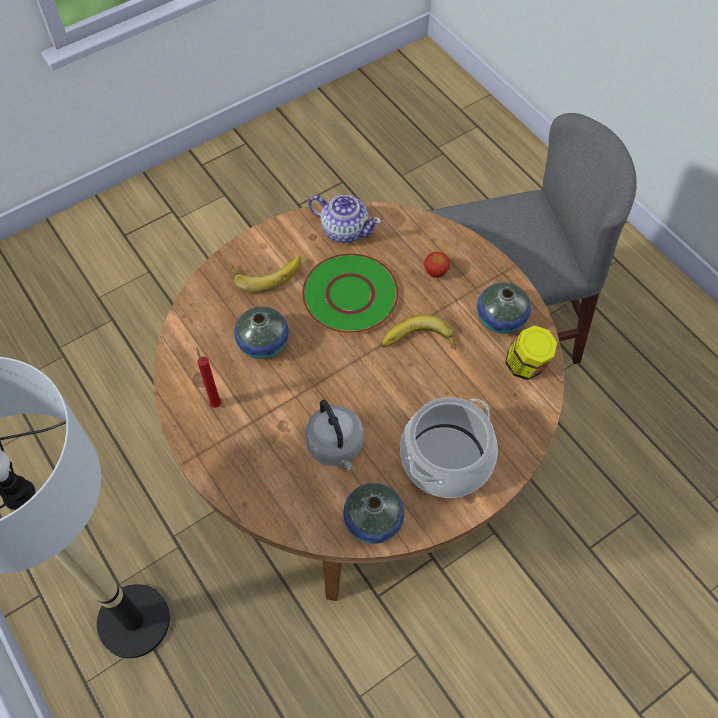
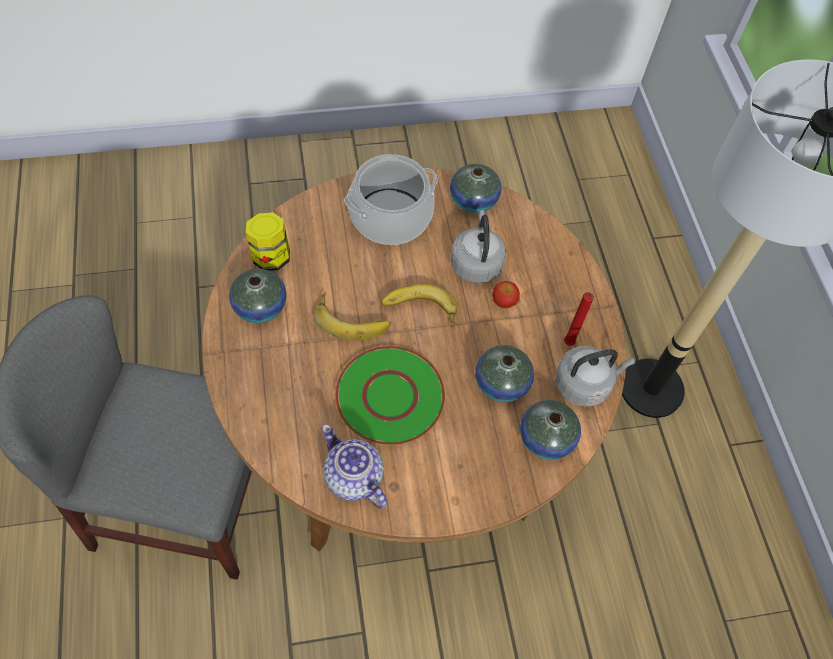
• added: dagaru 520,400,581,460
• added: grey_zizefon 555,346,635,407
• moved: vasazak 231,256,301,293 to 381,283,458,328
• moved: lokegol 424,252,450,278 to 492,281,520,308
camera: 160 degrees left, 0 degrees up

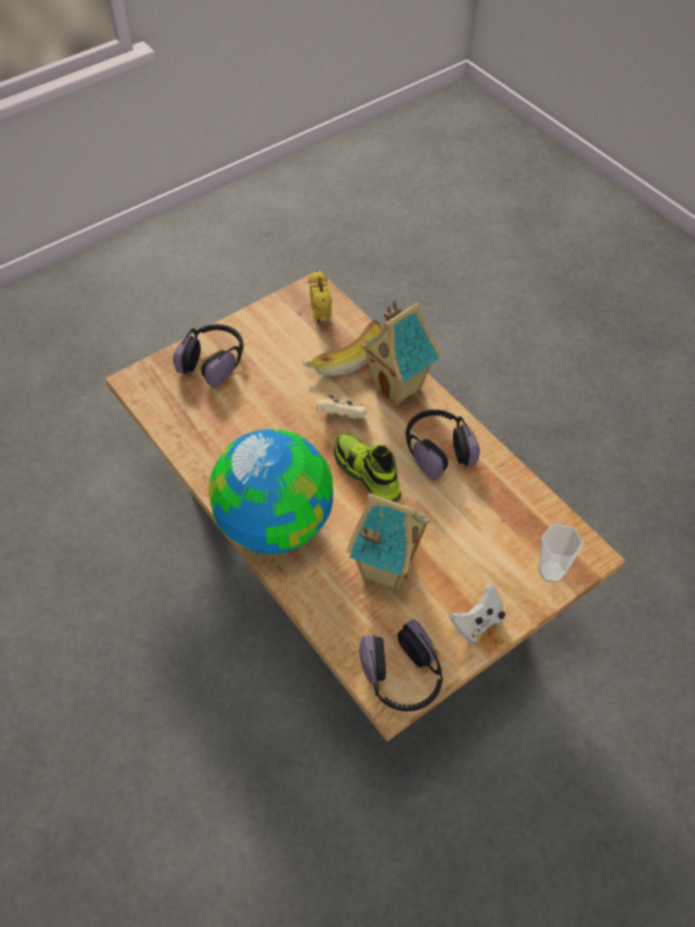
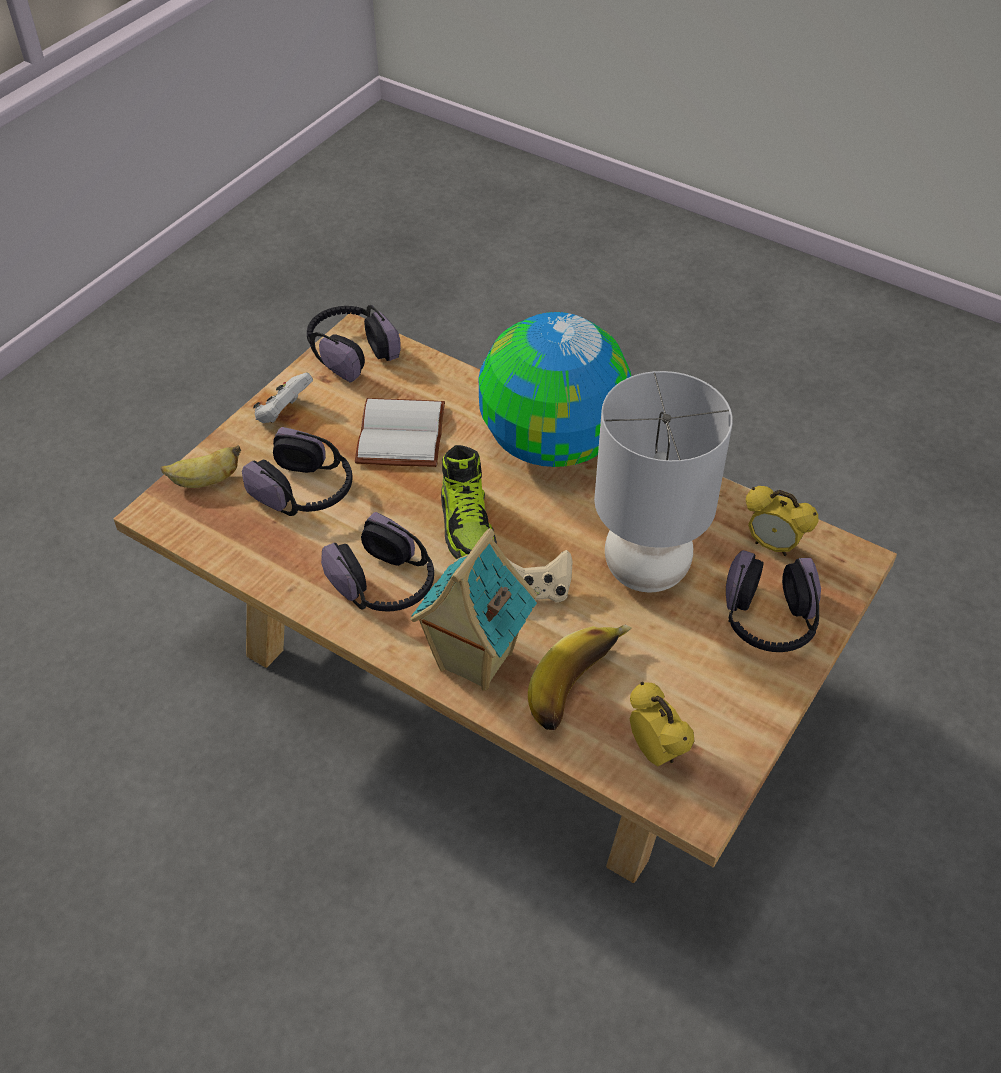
• added: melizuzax 242,427,352,516
• added: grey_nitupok 594,371,733,592
• added: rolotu 746,486,819,556
• replaced: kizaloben 346,493,431,591 to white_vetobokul 355,398,445,467
• replaced: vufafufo 539,524,584,583 to vasazak 161,445,241,488
• turned: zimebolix 334,432,401,503 = 441,445,497,559 45 degrees clockwise
camera: 160 degrees right, 5 degrees down

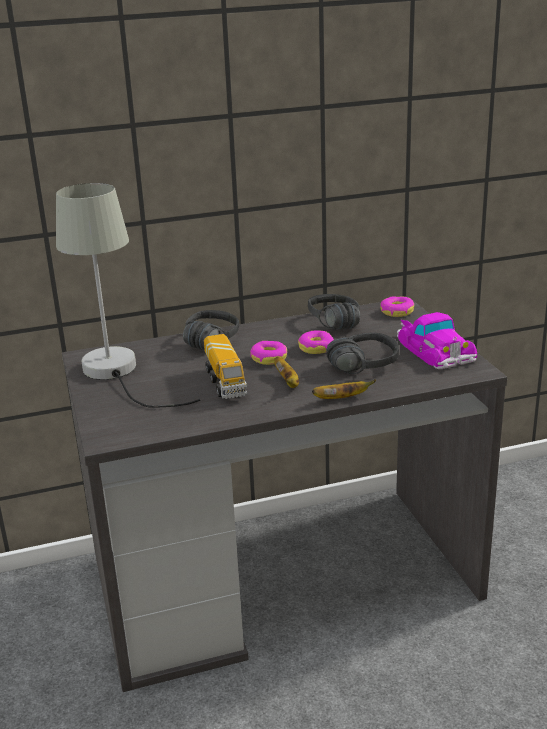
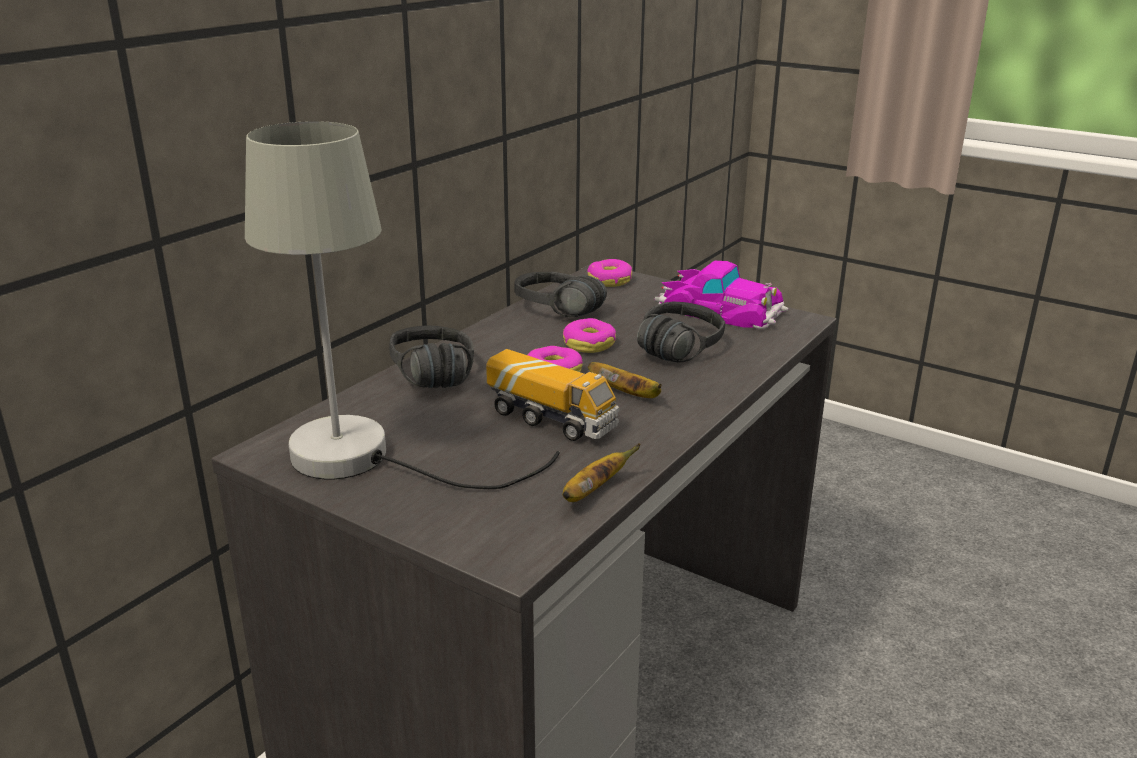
• moved: vasazak 312,379,376,399 to 562,443,641,502
camera: 40 degrees left, 0 degrees up

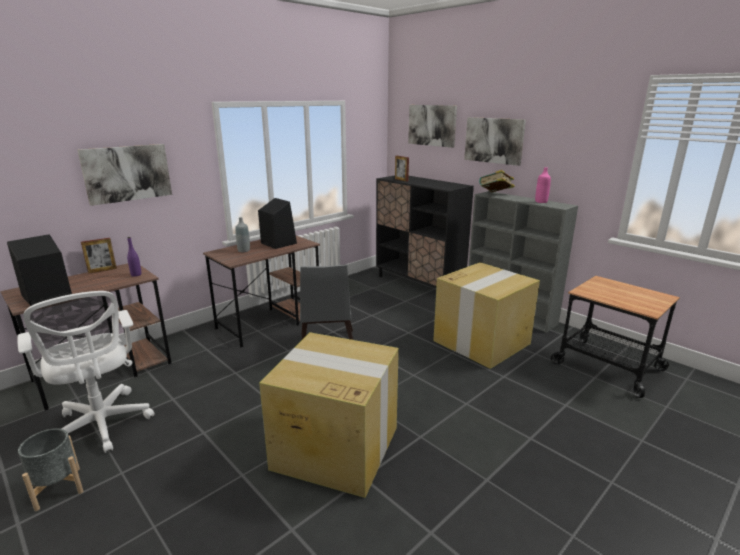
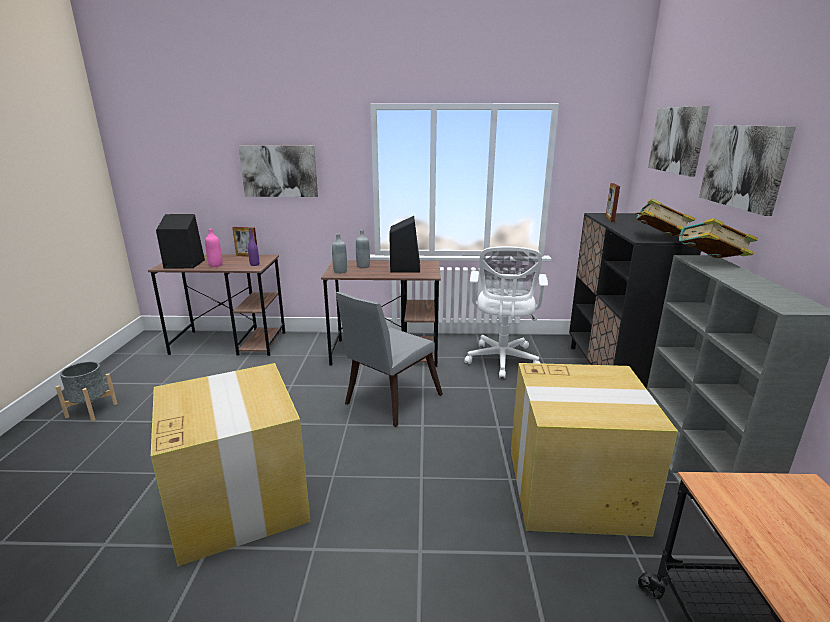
• added: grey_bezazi 332,234,347,274
• added: vetobokul 635,198,695,237
• moved: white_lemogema 18,291,155,453 to 464,246,548,378
• moved: pink_bezazi 535,167,551,203 to 205,229,223,267
camera: 45 degrees right, 0 degrees up

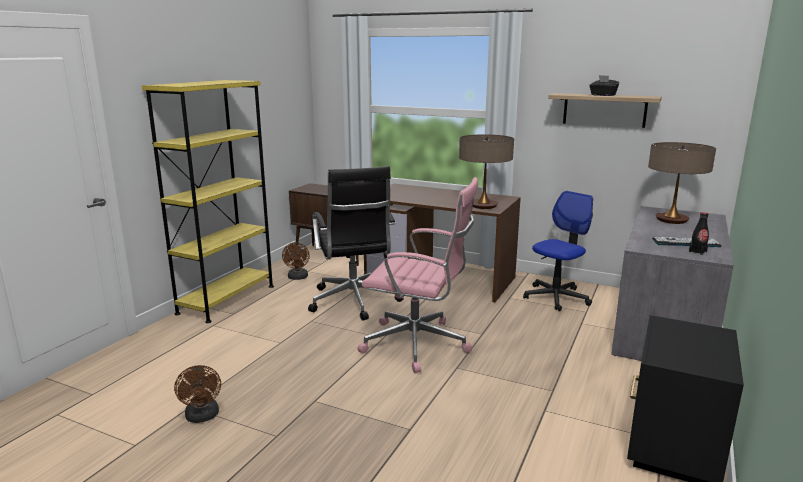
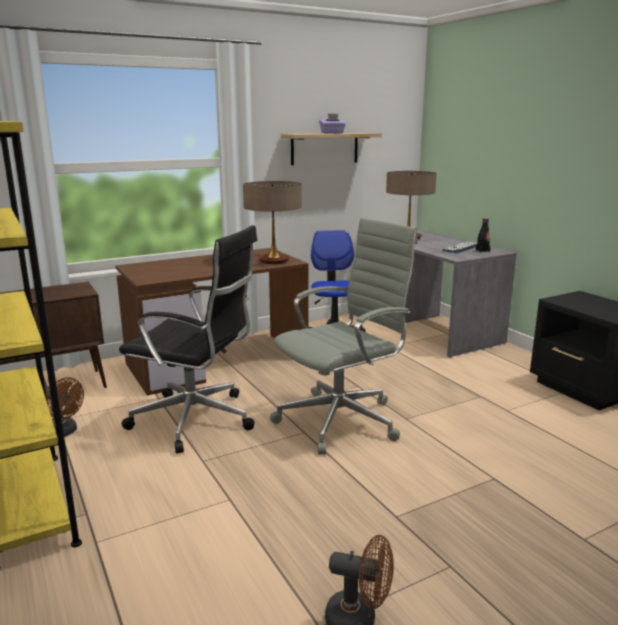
• recoloured: pink_lemogema 357,177,478,373 to grey_lemogema 270,218,418,455
• recoloured: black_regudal 589,75,619,96 to purple_regudal 319,114,346,134
camera: 55 degrees left, 0 degrees up

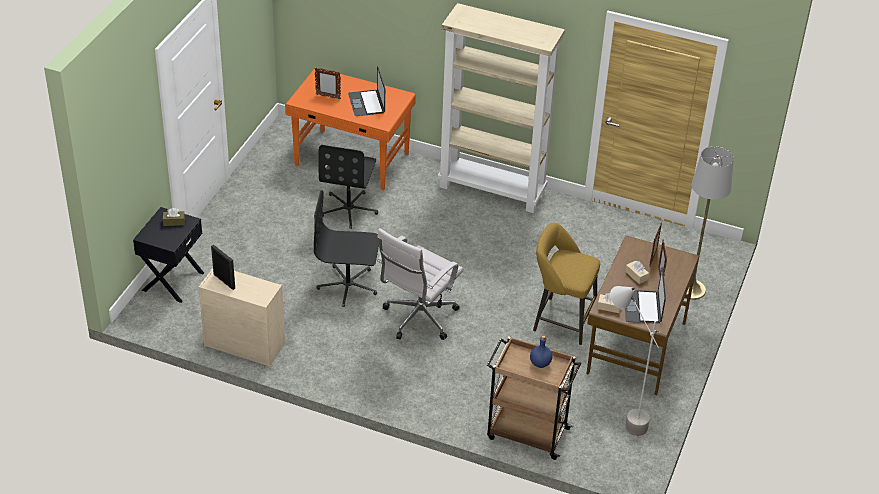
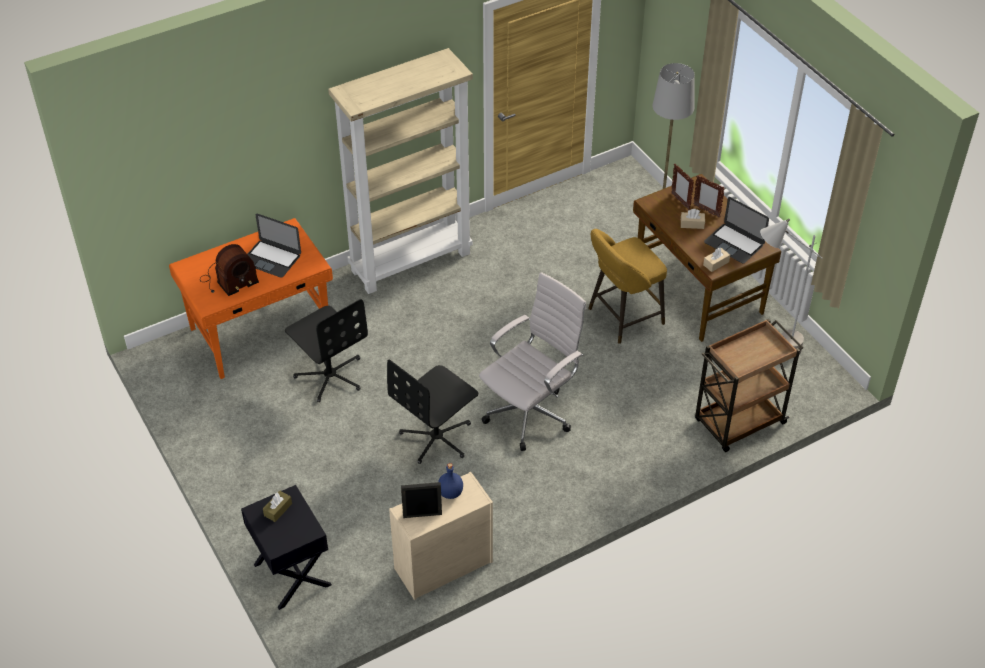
• moved: blue_bezazi 530,335,552,368 to 438,463,463,499
• replaced: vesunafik 315,68,341,100 to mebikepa 200,244,259,296
• turned: white_lemogema 377,228,464,340 = 479,272,586,451 120 degrees counterclockwise
camera: 50 degrees left, 5 degrees up

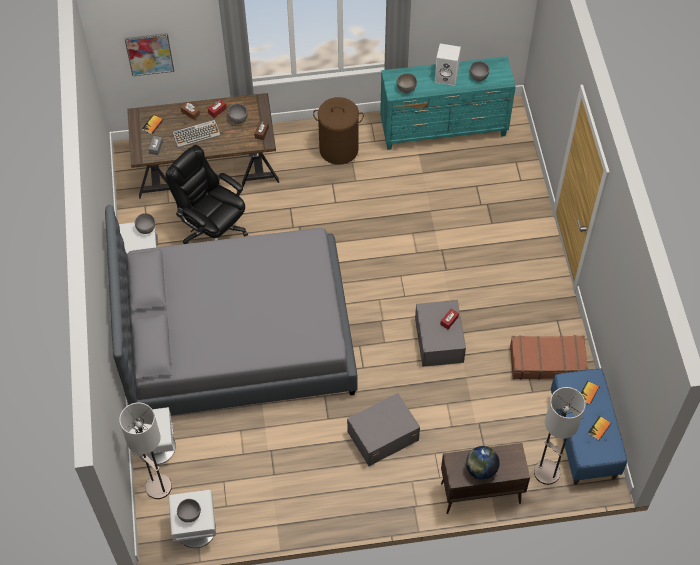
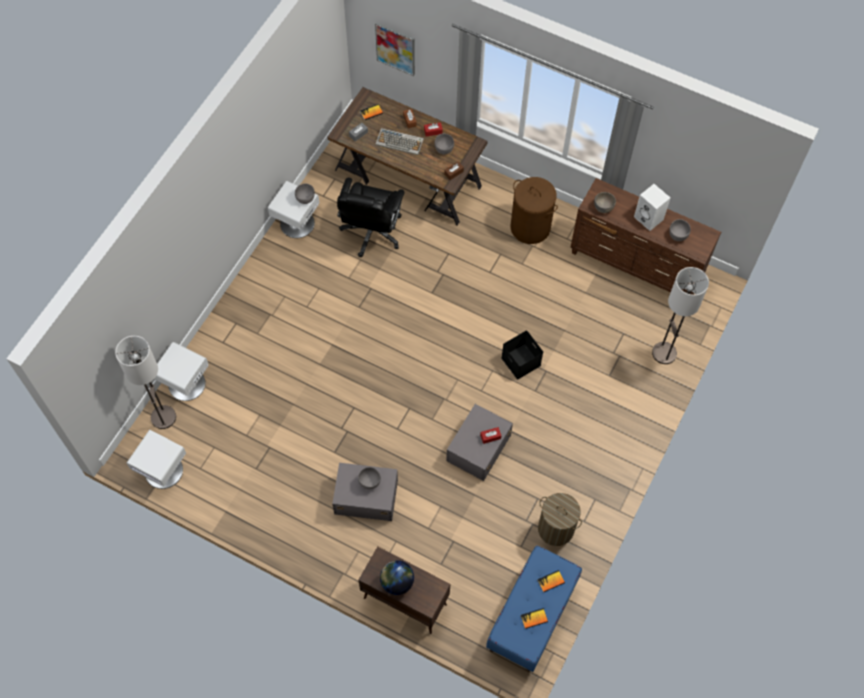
• removed: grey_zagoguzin 105,205,357,415
• added: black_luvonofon 501,331,543,379
• moved: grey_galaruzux 177,499,201,523 to 358,467,381,490
• moved: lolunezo 534,387,586,485 to 652,267,709,364
• replaced: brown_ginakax 510,335,588,380 to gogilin 538,493,582,546
• recoloured: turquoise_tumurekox 380,56,516,150 to brown_tumurekox 570,178,721,295
• turned: black_lemogema 166,145,248,244 = 337,178,405,257 150 degrees counterclockwise
camera: 35 degrees right, 5 degrees up

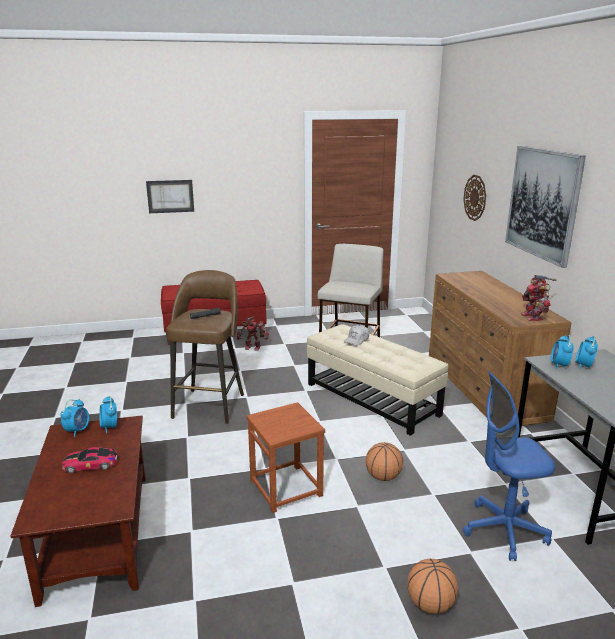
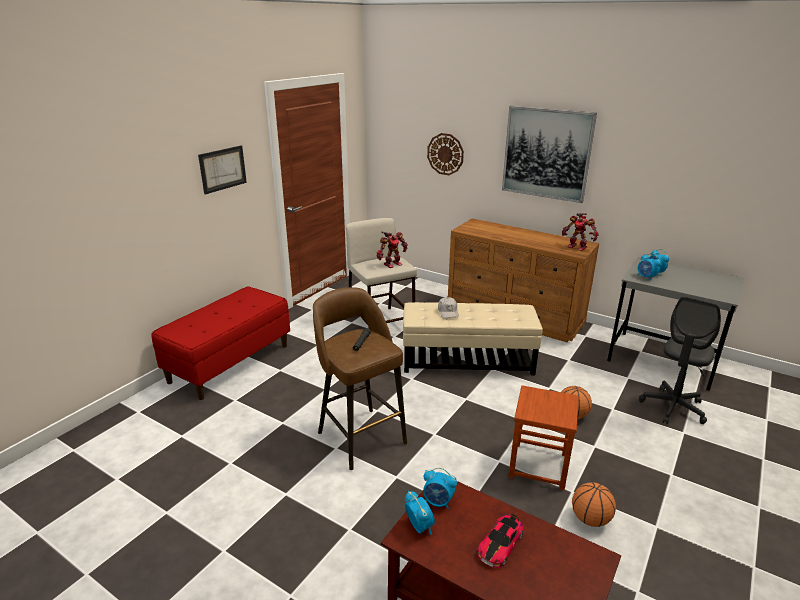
• moved: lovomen 146,180,194,213 to 198,146,247,194
• moved: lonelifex 237,317,269,351 to 376,231,408,268
• moved: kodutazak 407,559,458,614 to 572,482,616,527
• recoloured: blue_lemogema 463,371,555,561 to grey_lemogema 639,296,721,424
camera: 45 degrees left, 5 degrees up

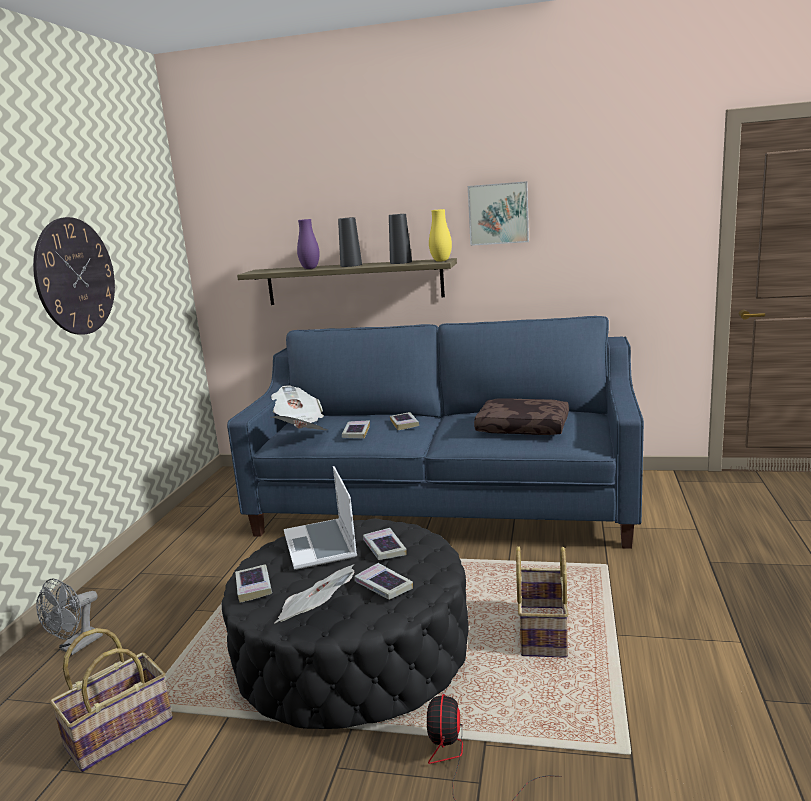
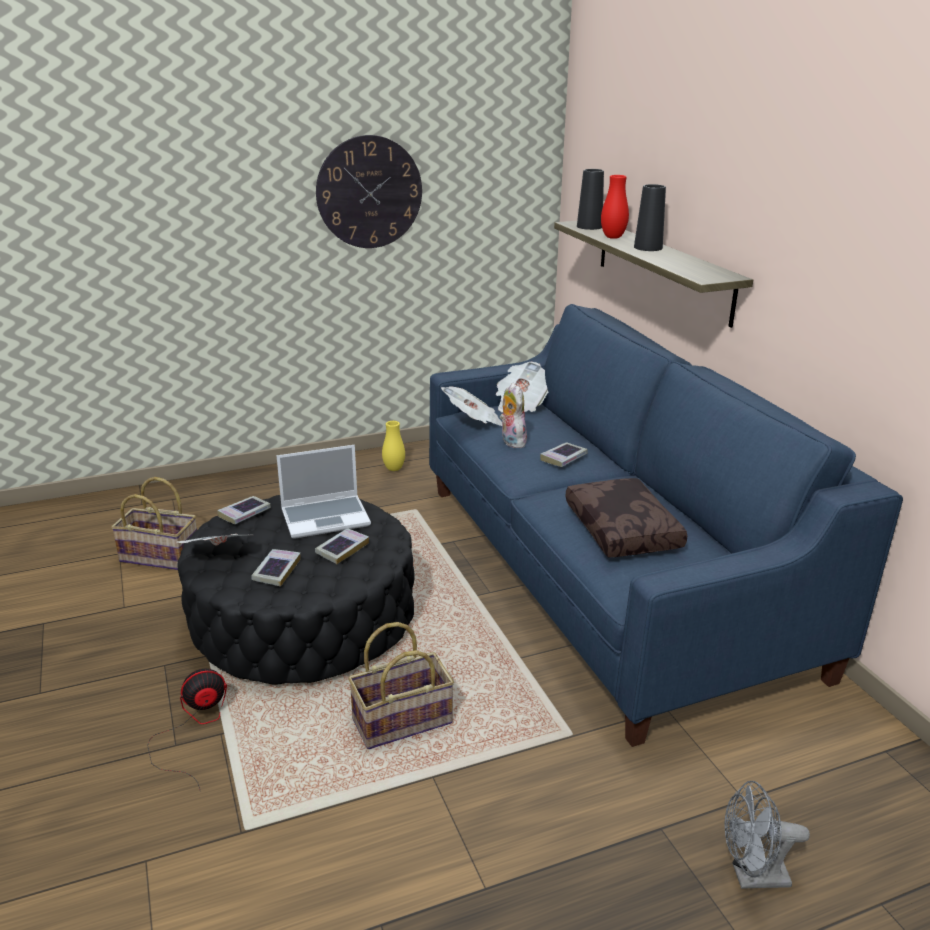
• removed: lovomen 468,181,529,246
• moved: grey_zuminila 36,579,103,655 to 724,781,810,889
• moved: black_dagaru 389,214,412,264 to 577,169,604,230
• moved: yellow_dagaru 429,209,452,262 to 382,421,405,471
• replaced: vetobokul 342,420,370,439 to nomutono 499,383,527,448
• recoloured: purple_dagaru 297,219,320,269 to red_dagaru 601,175,629,239
• turned: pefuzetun 284,466,357,570 = 276,445,371,539 150 degrees counterclockwise
camera: 55 degrees right, 10 degrees up

